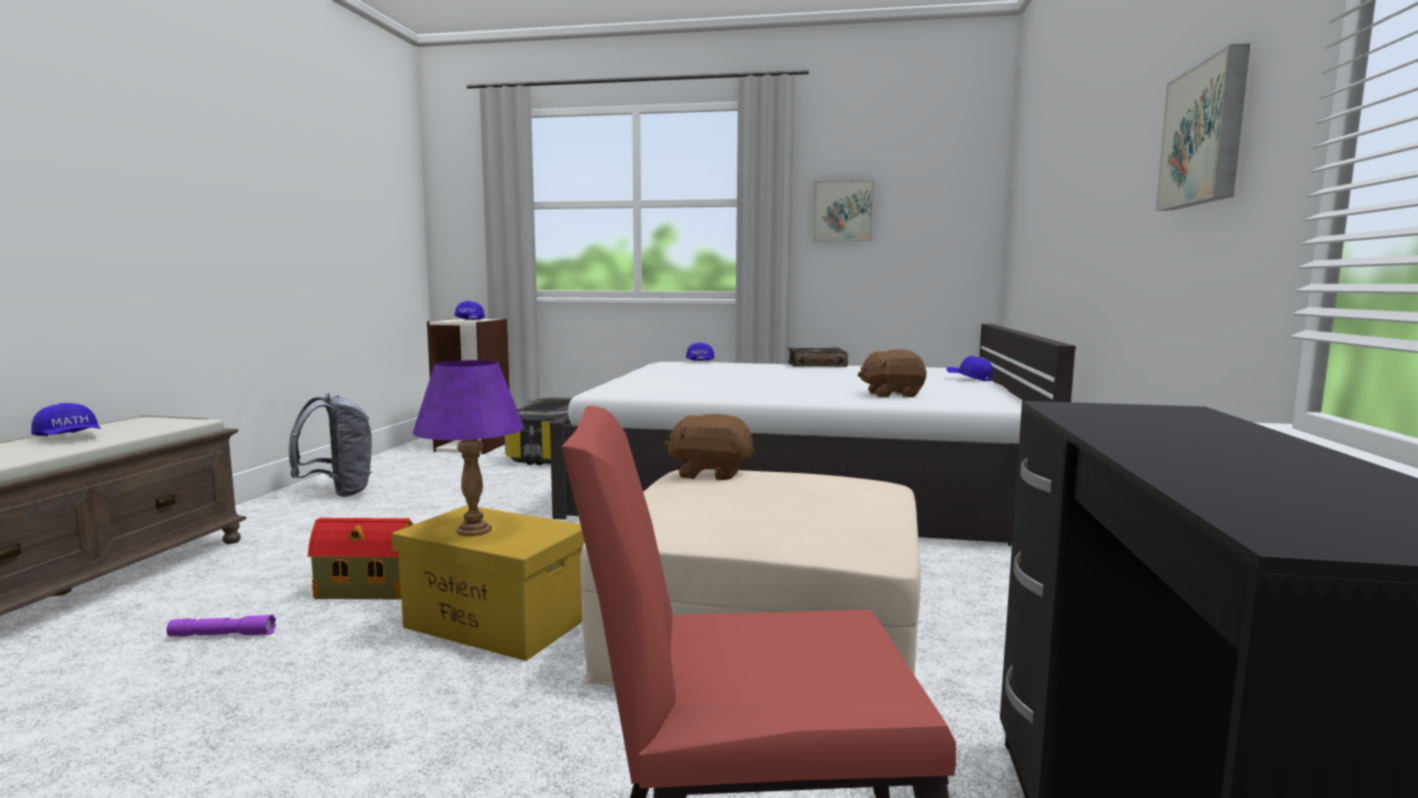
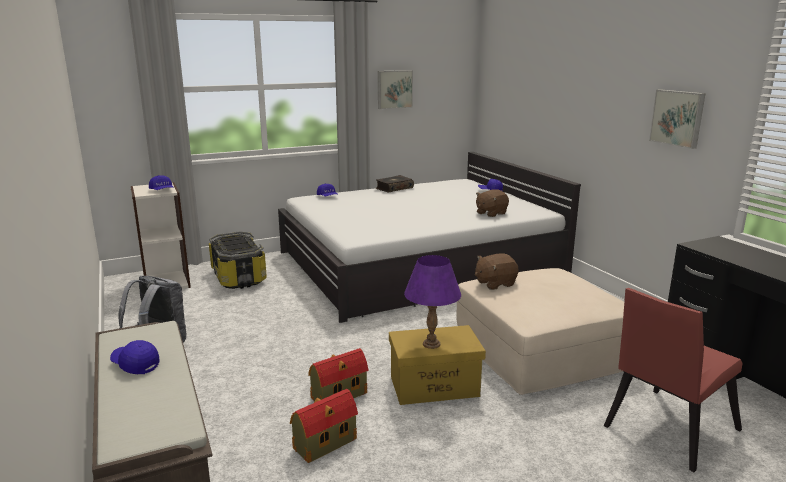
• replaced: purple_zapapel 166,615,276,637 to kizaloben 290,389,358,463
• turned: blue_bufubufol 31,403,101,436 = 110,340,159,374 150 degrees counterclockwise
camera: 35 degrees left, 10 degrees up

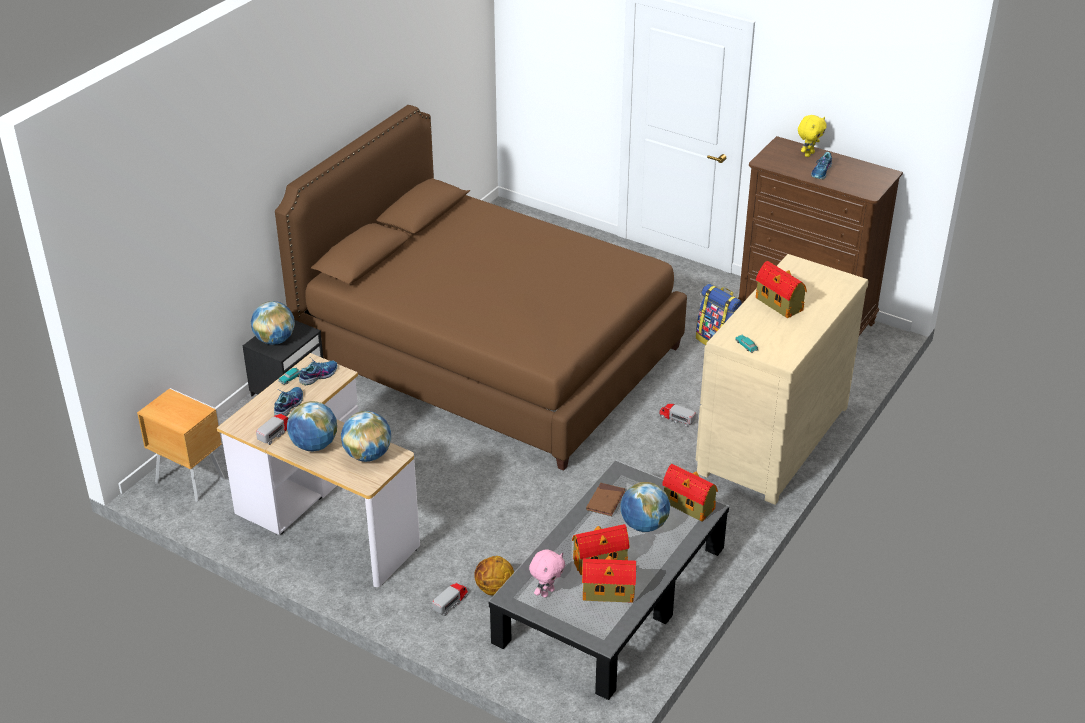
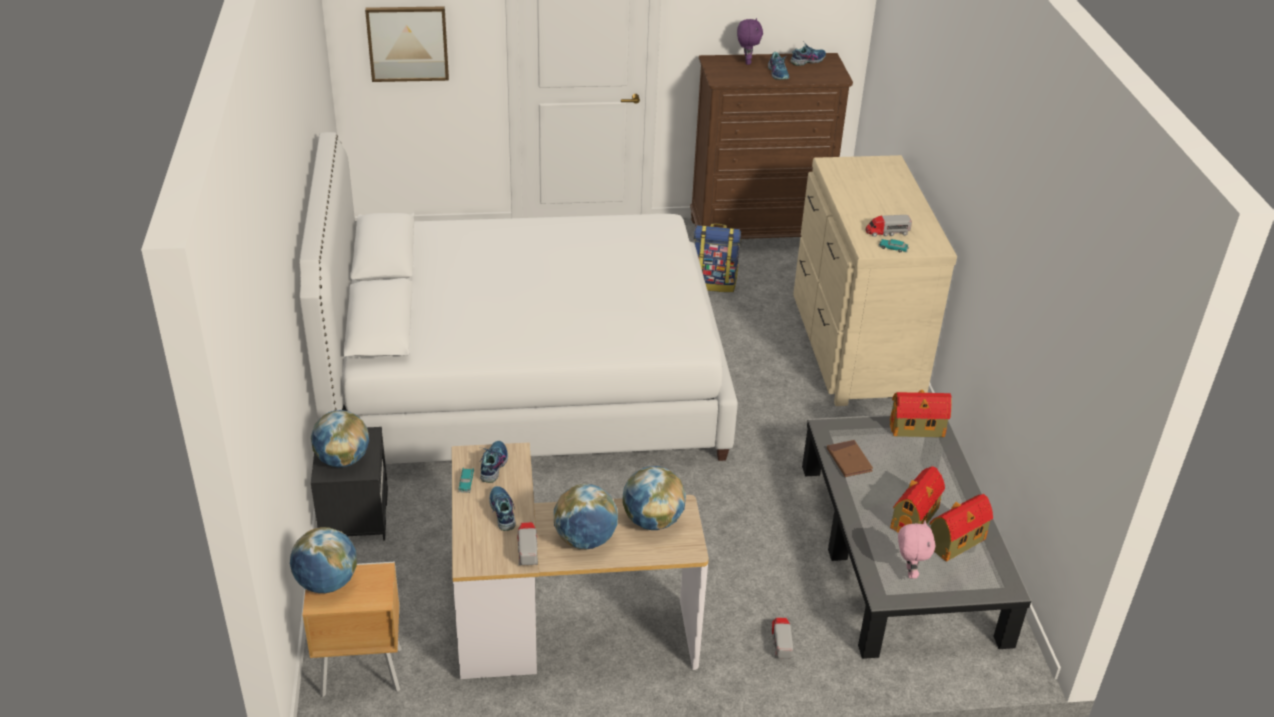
• removed: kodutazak 474,556,514,596
• removed: kizaloben 756,261,807,318
• added: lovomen 365,6,449,82
• added: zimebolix 790,44,826,66
• moved: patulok 620,482,670,532 to 290,527,357,593
• moved: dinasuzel 659,404,696,427 to 866,215,912,237
• recoloured: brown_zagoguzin 275,105,687,471 to white_zagoguzin 299,132,738,464
• recoloured: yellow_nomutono 798,115,826,157 to purple_nomutono 737,18,763,65
camera: 40 degrees left, 0 degrees up

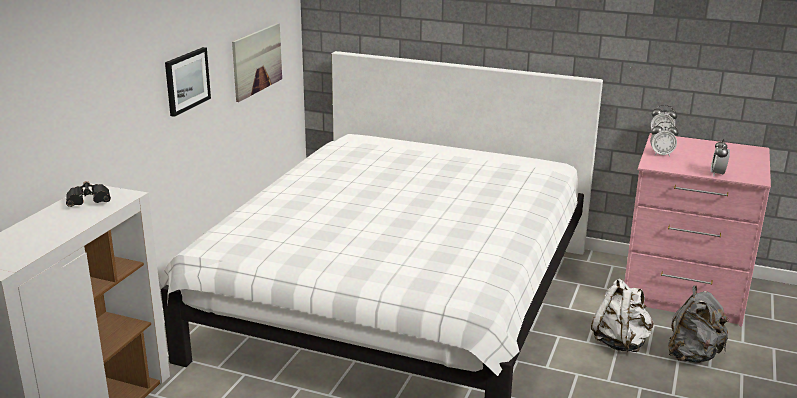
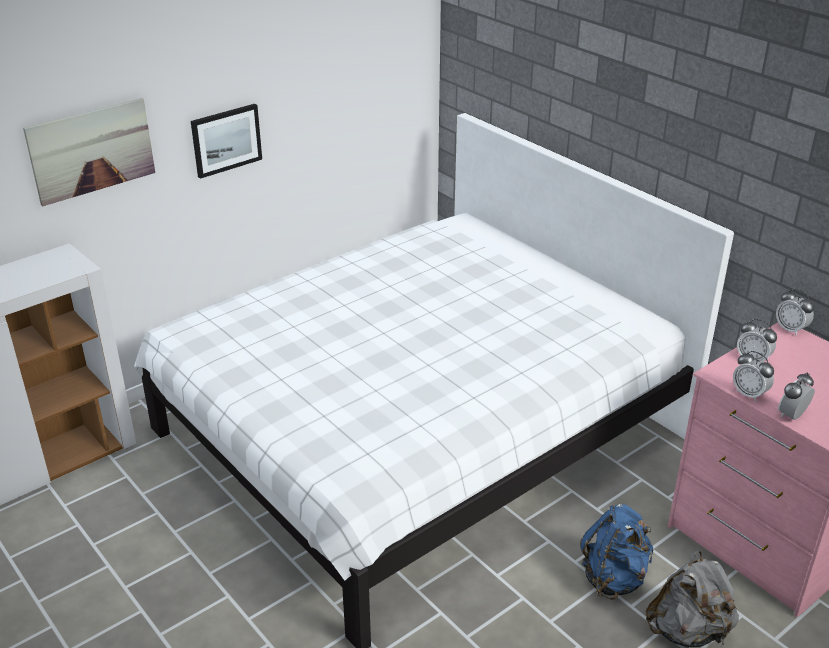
• removed: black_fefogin 66,181,111,207
• added: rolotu 733,351,774,402
• moved: lovomen 232,23,282,102 to 23,98,155,206
• recoloured: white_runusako 591,278,654,352 to blue_runusako 580,504,653,600
camera: 30 degrees right, 10 degrees up

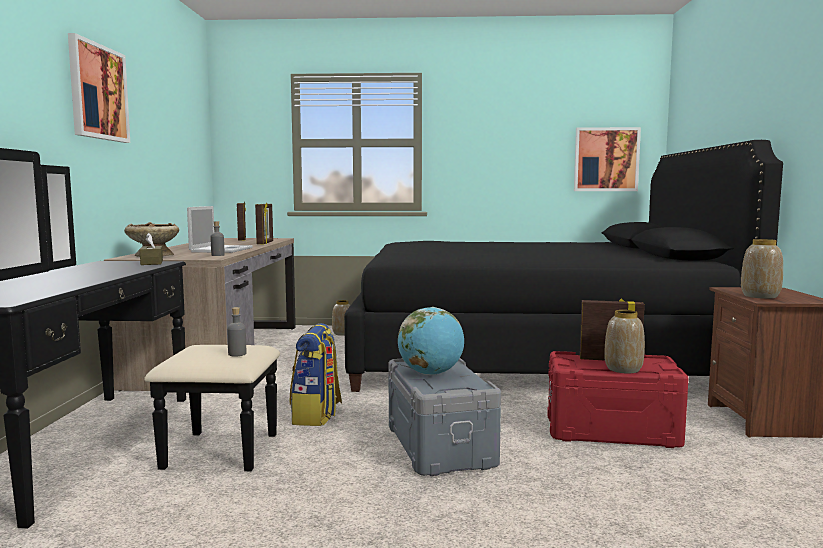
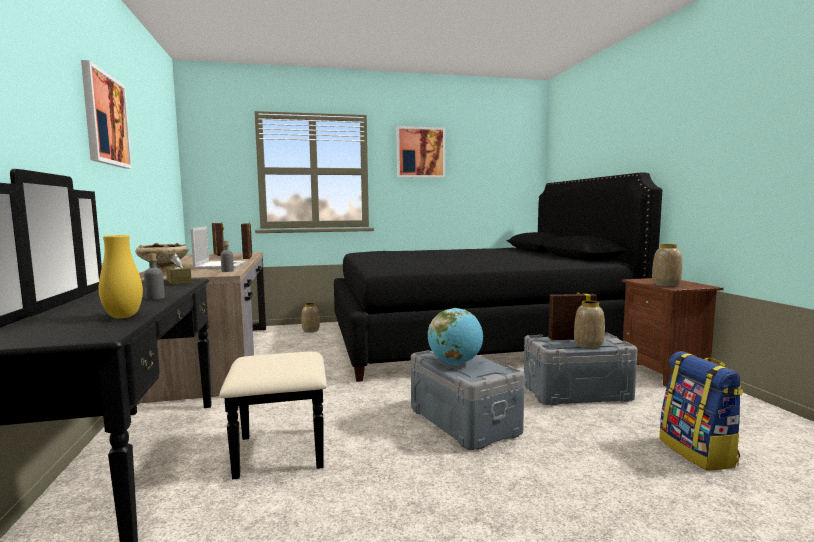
• added: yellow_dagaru 99,235,143,318
• moved: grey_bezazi 227,307,246,357 to 144,254,165,300
• moved: runusako 290,323,342,426 to 659,351,743,471
• moved: lovomen 574,127,641,191 to 396,126,445,178
• recoloured: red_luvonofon 547,351,689,448 to grey_luvonofon 524,332,638,406
camera: 15 degrees left, 0 degrees up

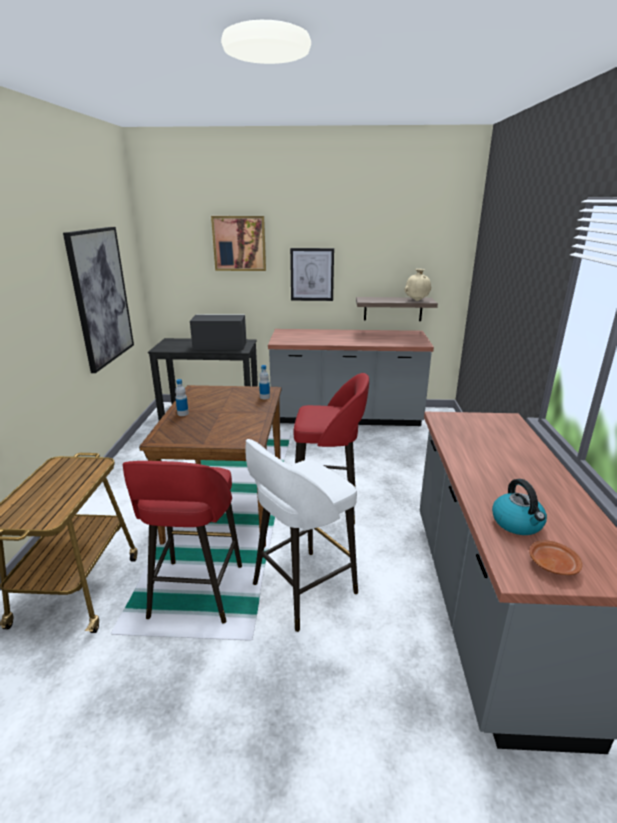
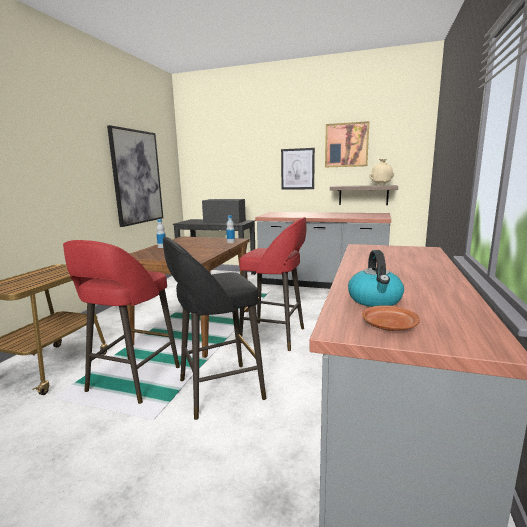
• moved: lovomen 211,216,266,271 to 325,121,369,167
• recoloured: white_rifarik 246,439,358,632 to black_rifarik 163,237,266,420
camera: 15 degrees right, 10 degrees down

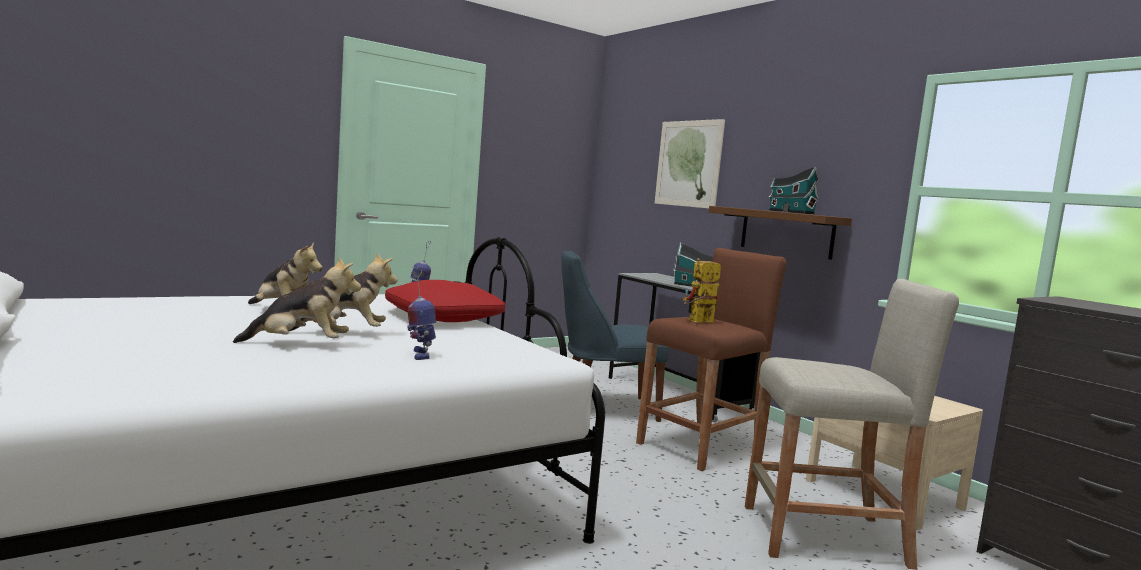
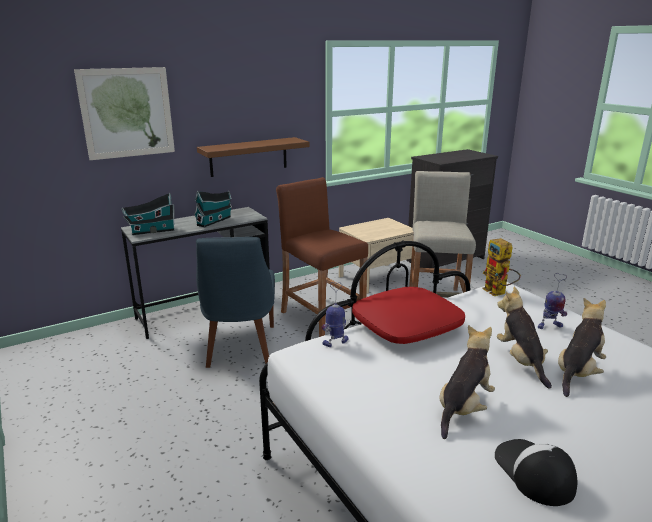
• added: bufubufol 495,439,577,506
• moved: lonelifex 683,258,721,323 to 482,238,521,296
• moved: kizaloben 768,166,819,214 to 121,193,175,235
• turned: nomutono 233,257,361,343 = 558,298,606,397 45 degrees clockwise
camera: 85 degrees left, 15 degrees up

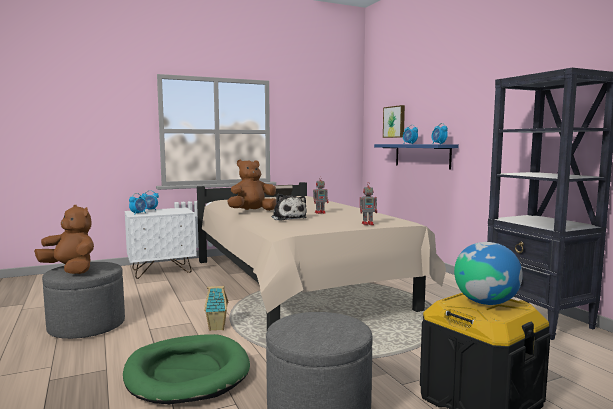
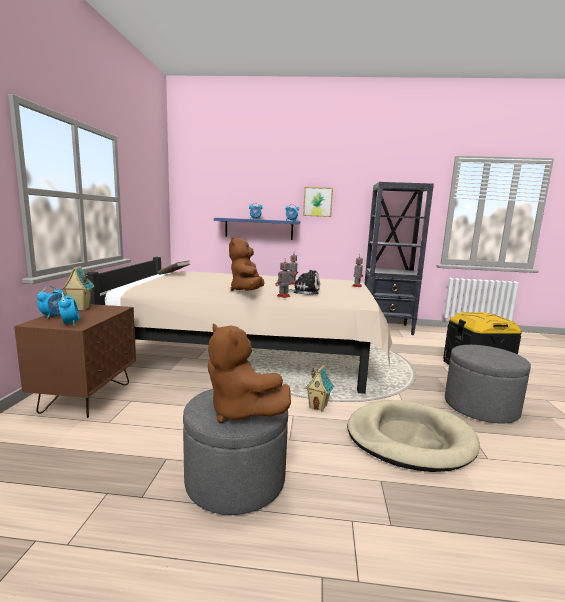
• removed: patulok 454,242,523,305
• added: kizaloben 61,266,95,310
• added: lonelifex 276,259,291,298
• moved: lovomen 383,105,405,138 to 303,187,333,217
• recoloured: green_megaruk 123,334,250,405 to beige_megaruk 347,400,480,472
• recoloured: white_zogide 125,207,197,279 to brown_zogide 14,304,136,418
• turned: brown_nomutono 34,205,94,274 = 208,324,291,423 105 degrees counterclockwise
camera: 60 degrees left, 5 degrees up

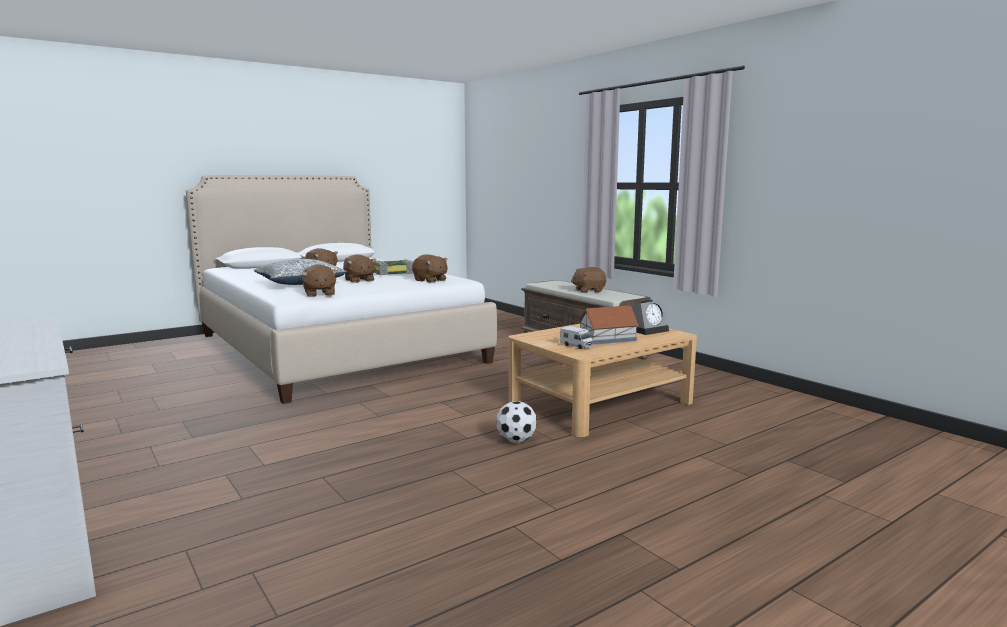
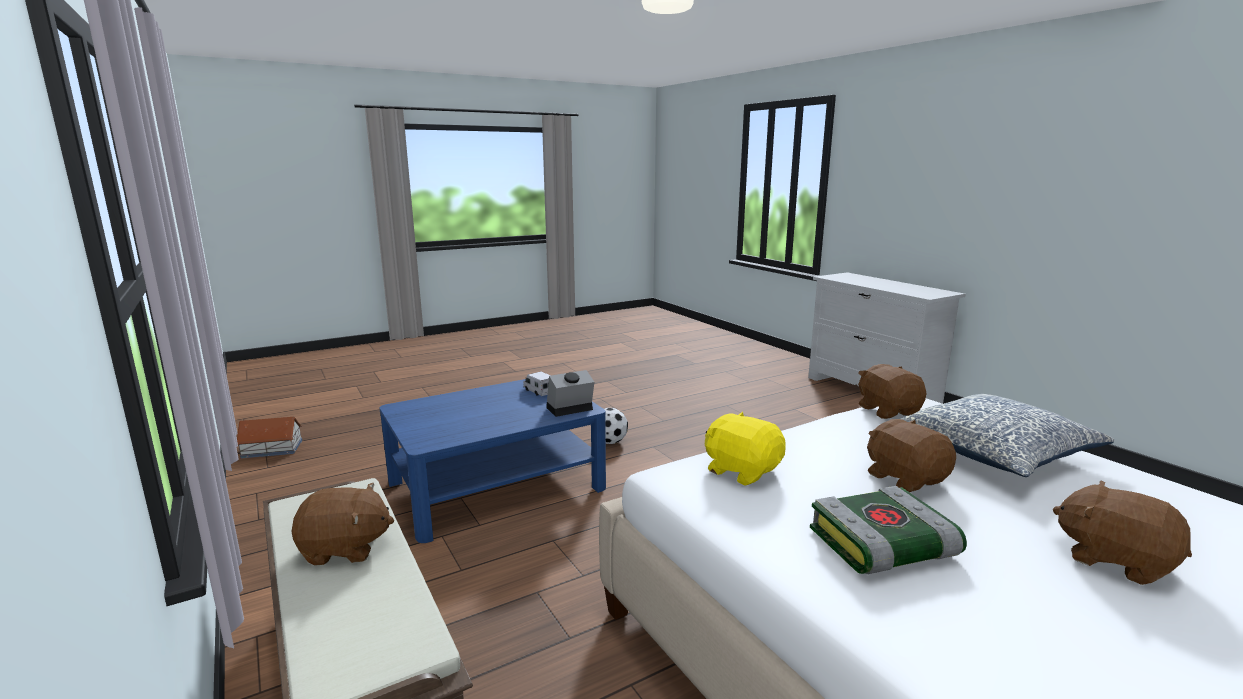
• moved: kizaloben 578,306,639,344 to 237,417,302,459
• moved: rolotu 631,300,669,335 to 546,370,594,417
• recoloured: brown_nomutono 412,254,448,283 to yellow_nomutono 705,412,786,486
• recoloured: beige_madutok 508,324,697,437 to blue_madutok 379,379,606,543
camera: 175 degrees left, 5 degrees up

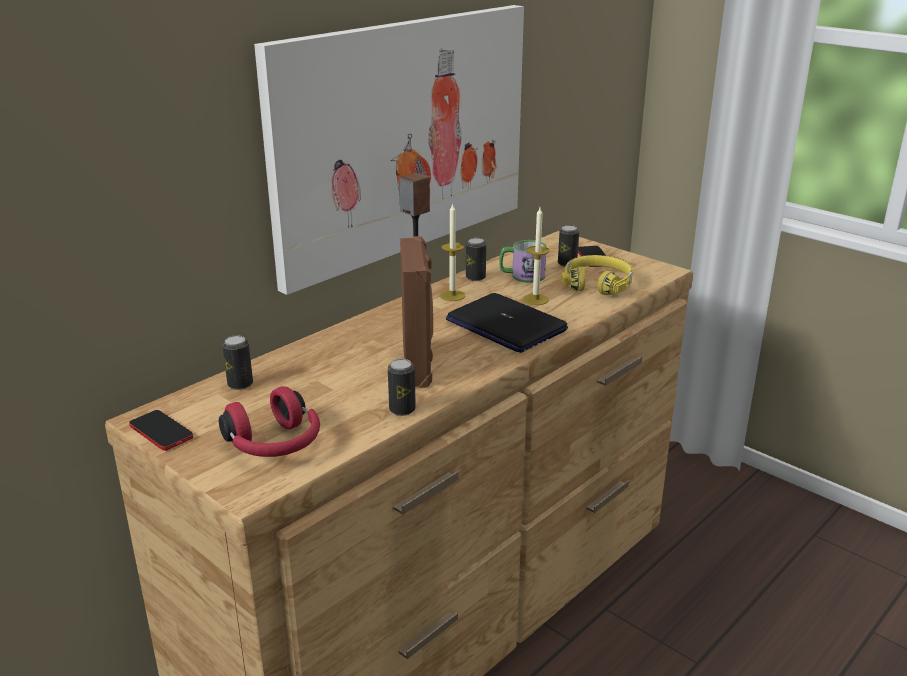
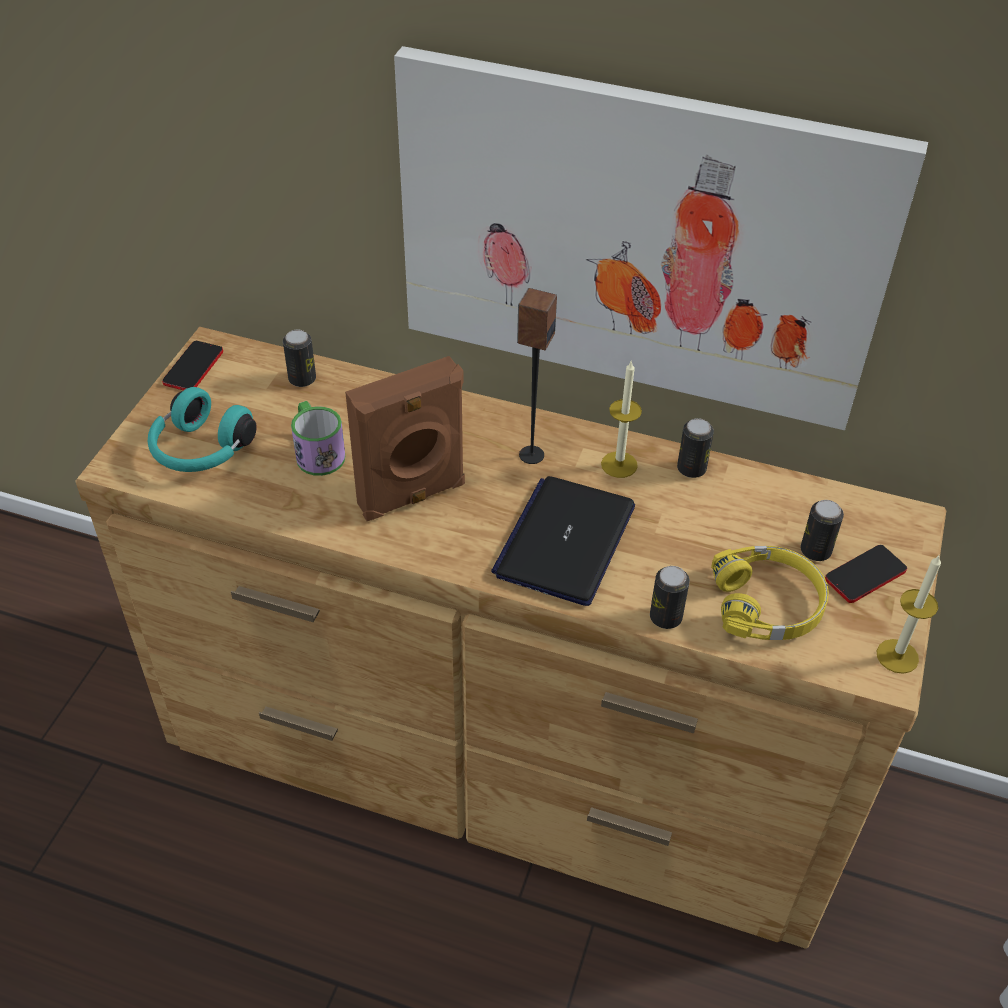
• moved: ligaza 388,359,416,416 to 650,566,690,629
• moved: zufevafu 499,240,547,283 to 291,401,345,476
• moved: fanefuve 523,208,549,305 to 877,555,941,674
• recoloured: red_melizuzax 219,386,320,457 to turquoise_melizuzax 148,387,257,472
camera: 65 degrees right, 20 degrees up

